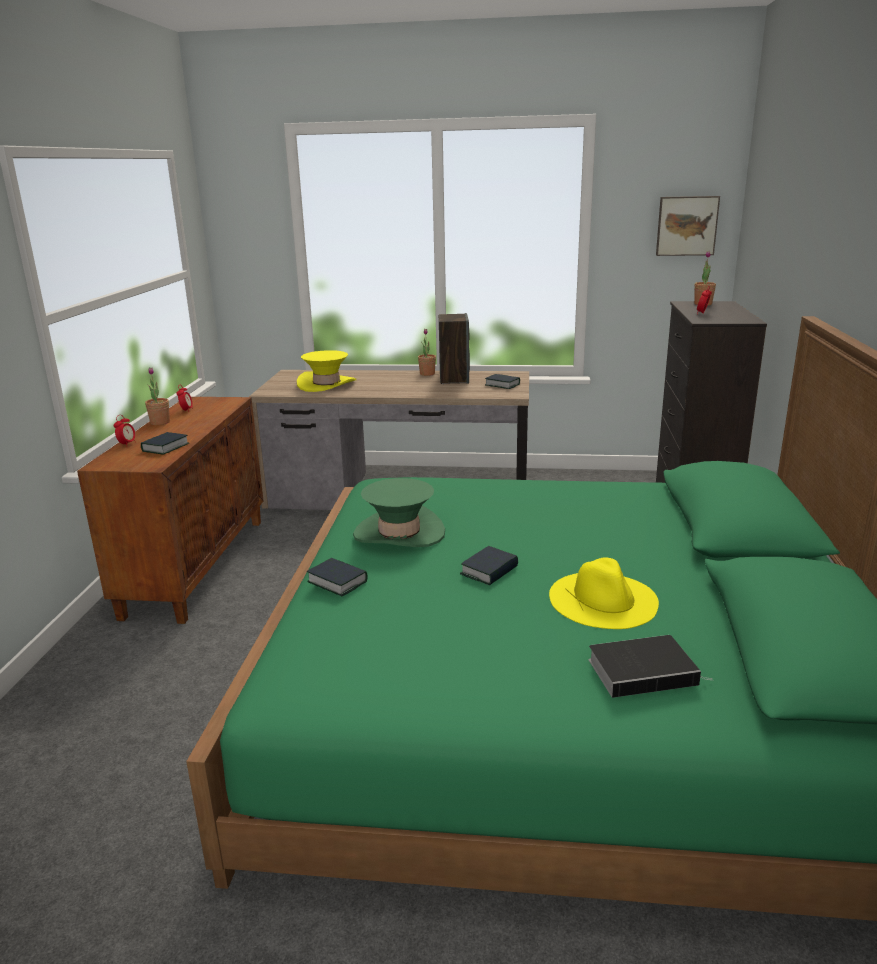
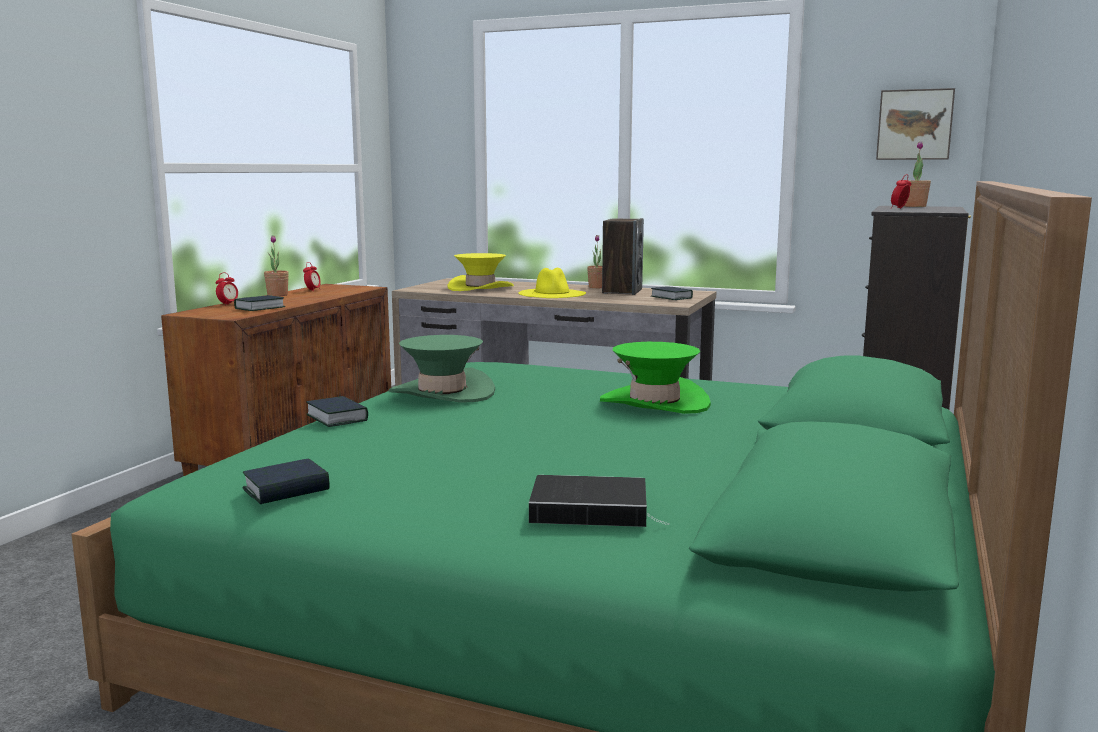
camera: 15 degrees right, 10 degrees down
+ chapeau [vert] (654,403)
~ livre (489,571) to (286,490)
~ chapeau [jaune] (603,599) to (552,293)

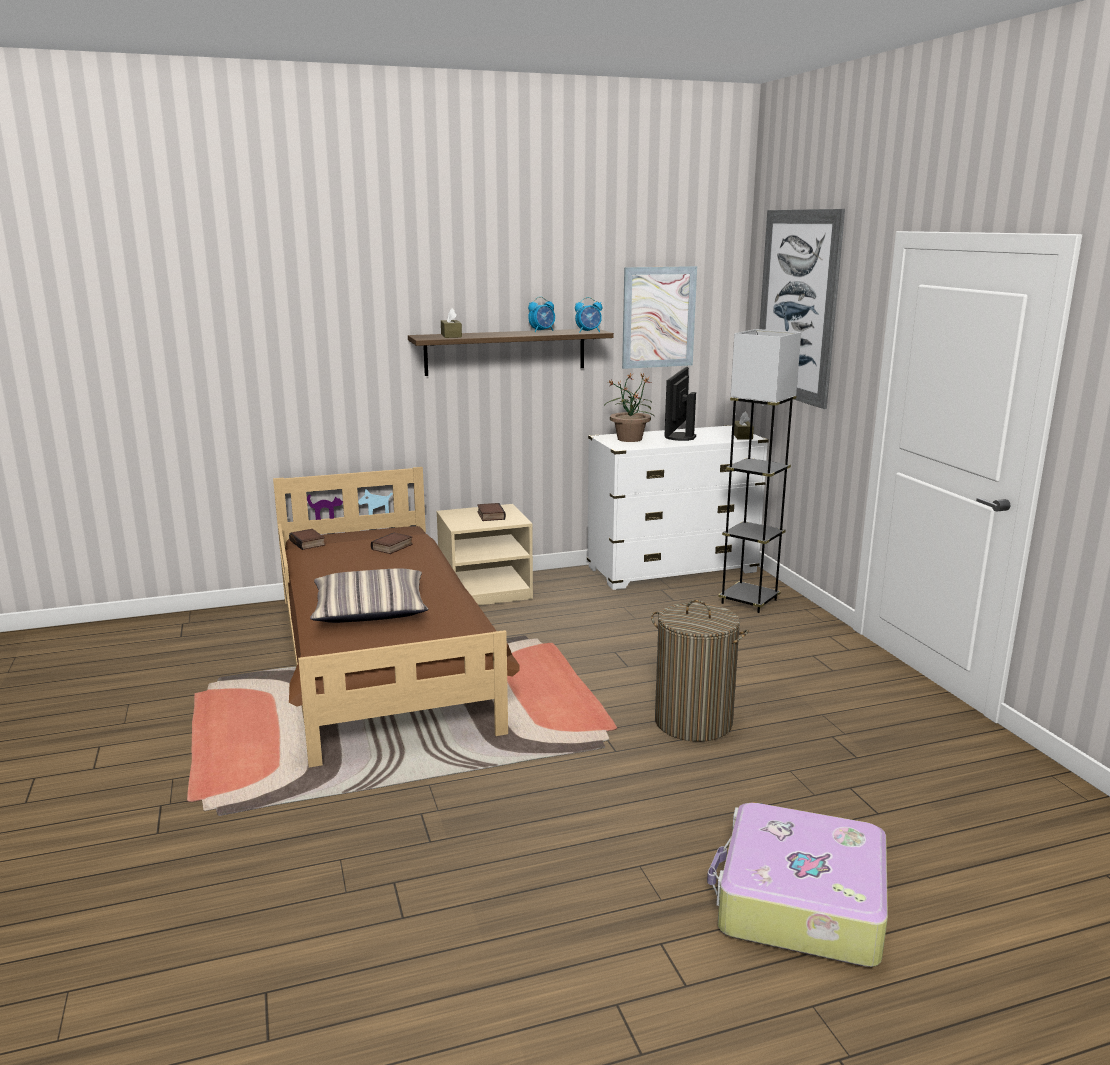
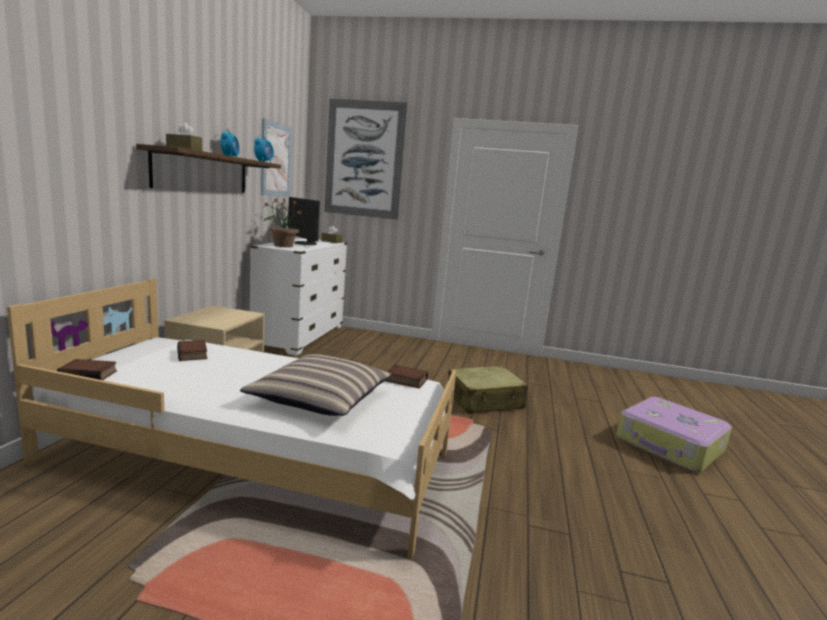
camera: 60 degrees left, 5 degrees down
- lampadaire [gris] (749,601)
~ livre (490,515) to (405,380)
~ panier à linge (693,722) to valise [beige] (485,400)
~ lit [marron] (382,659) to lit [blanc] (257,457)

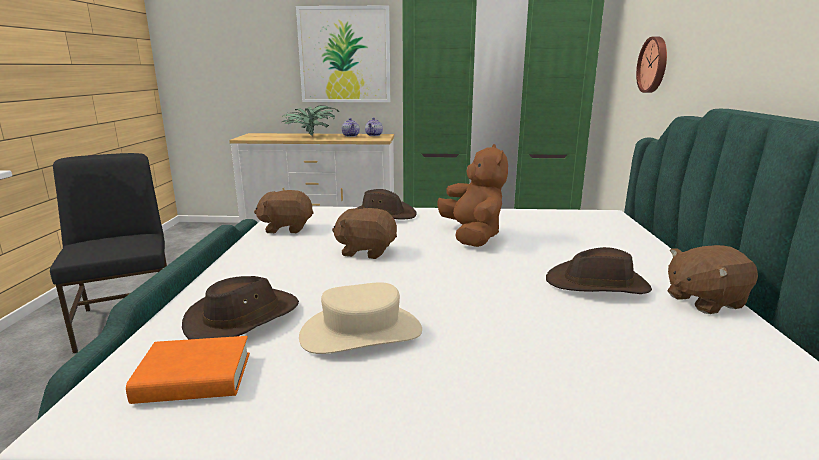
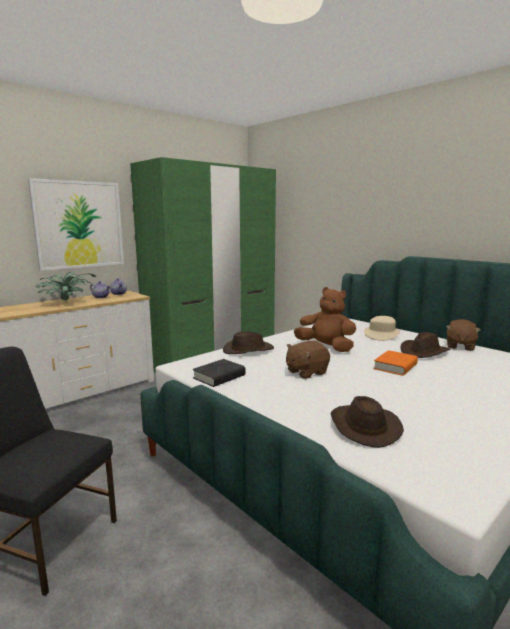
camera: 45 degrees left, 5 degrees down
- horloge murale (654,65)
~ livre [orange] (194,378) to (395,367)
~ chapeau [beige] (361,332) to (381,334)
~ peluche [marron] (286,228) to livre [noir] (219,377)

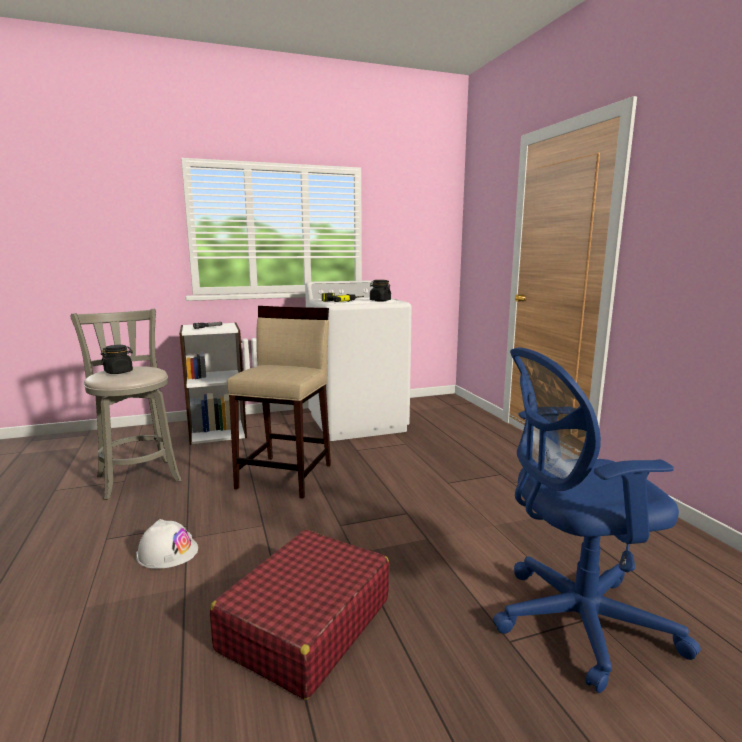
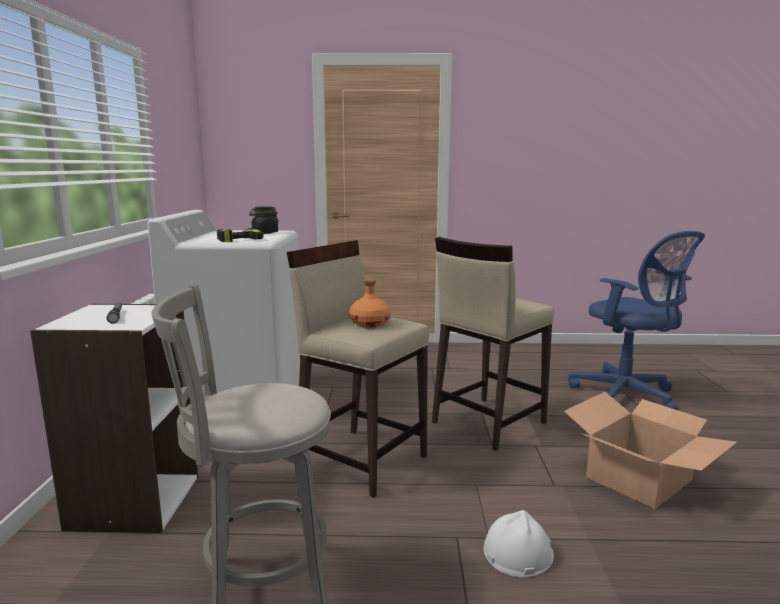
camera: 70 degrees left, 0 degrees up
- bocal [noir] (119,372)
+ bouteille [orange] (370,323)
+ tabouret [beige] (487,422)
~ valise [rouge] (305,624) to carton (640,479)
~ chaise de bureau [bleu] (574,622) = (627,395) 45 degrees counterclockwise

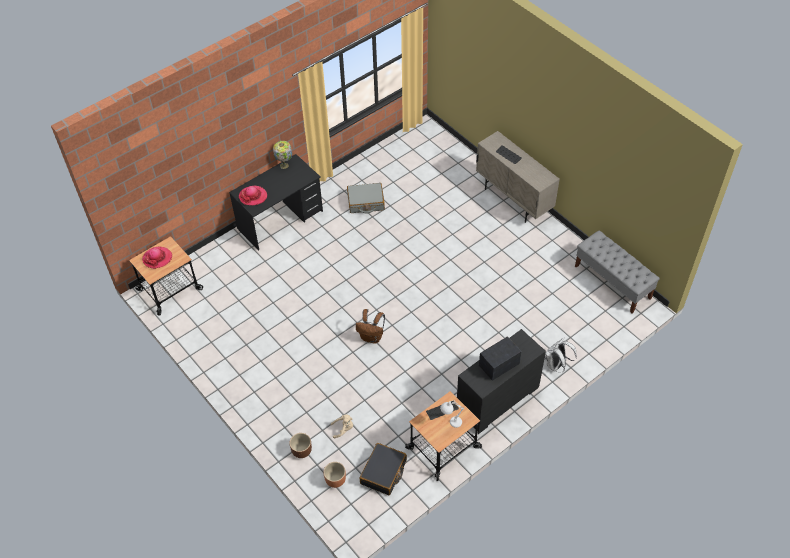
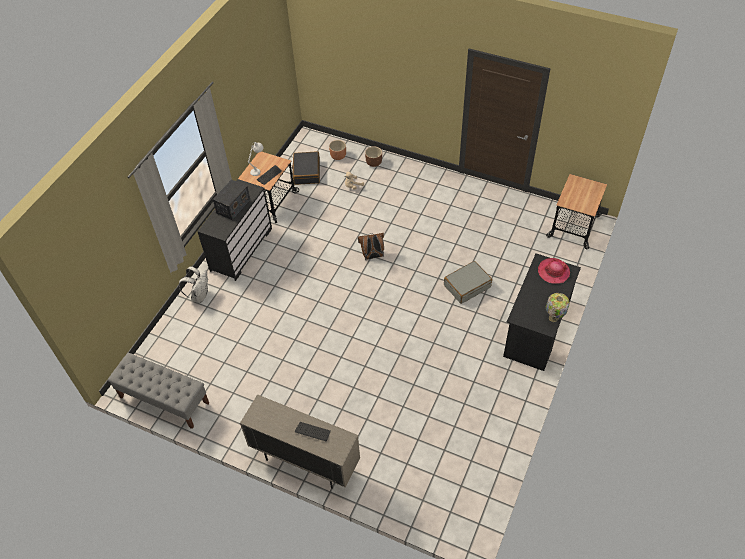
camera: 155 degrees right, 0 degrees up
- chapeau (157,258)
~ valise [gris] (366,202) to (467,286)

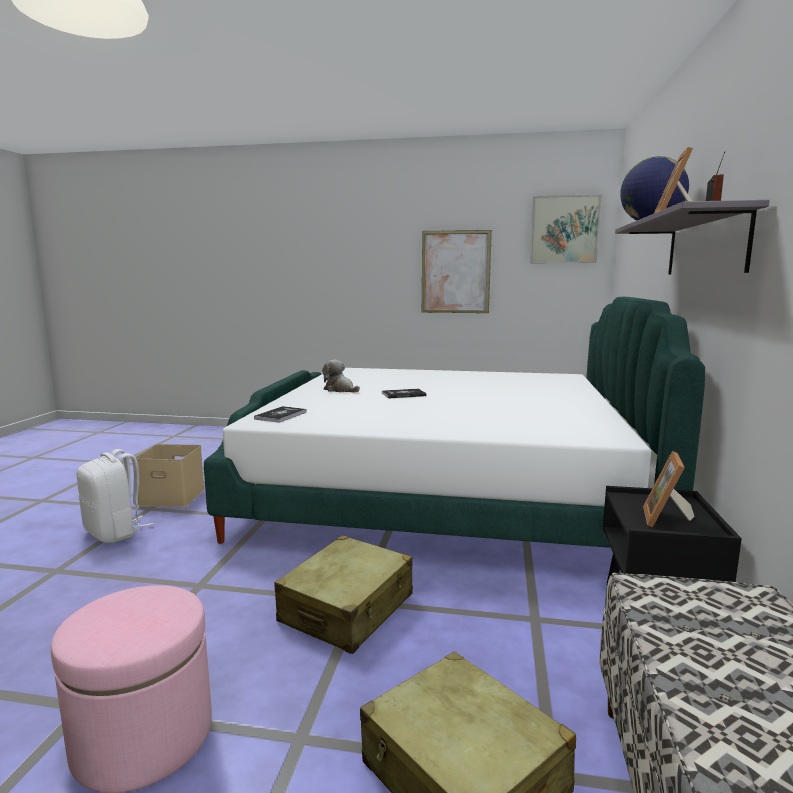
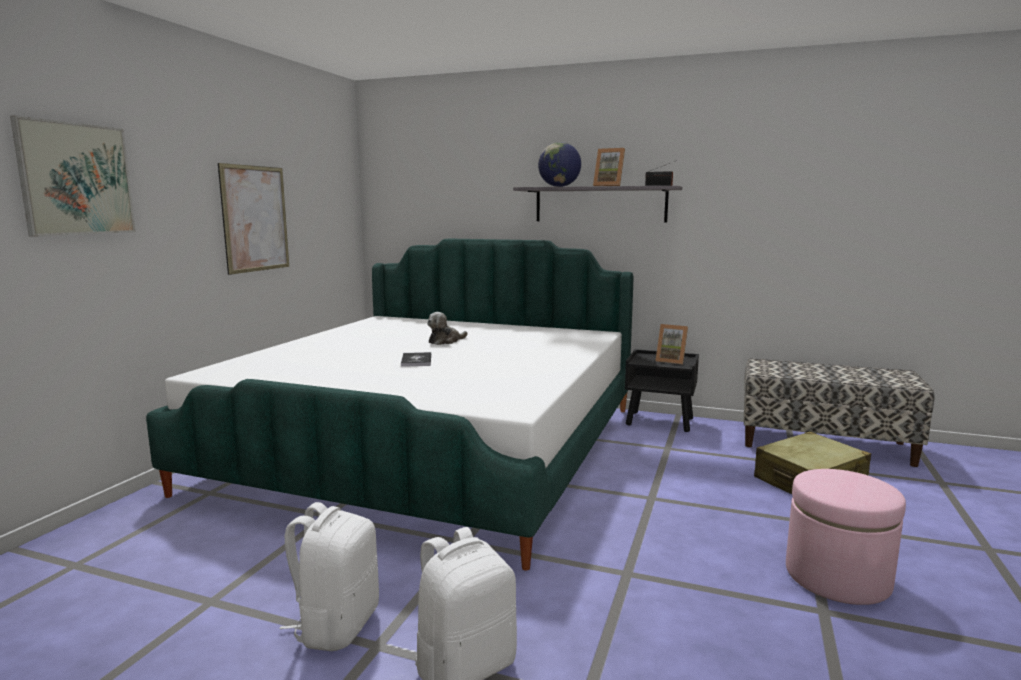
camera: 80 degrees left, 0 degrees up
- livre (281,415)
- valise [beige] (347,609)
~ peluche (340,390) to (445,341)
~ tableau (564,229) to (76,179)
~ boîte de rangement [beige] (174,496) to sac à dos [blanc] (336,625)

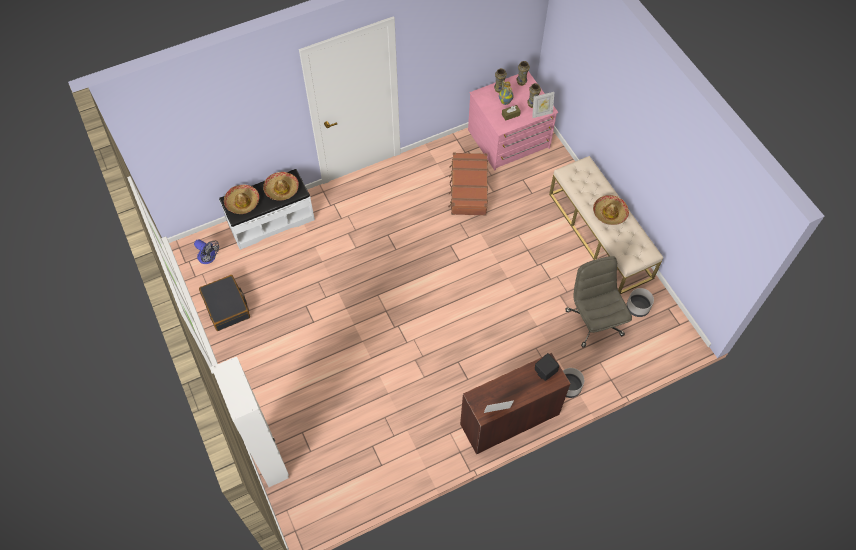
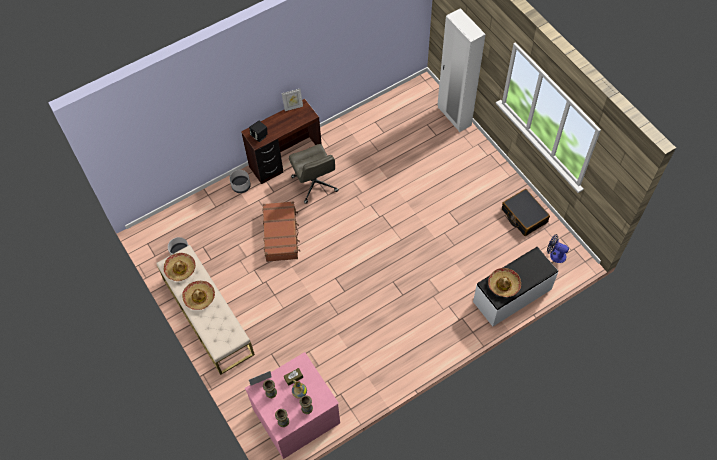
camera: 175 degrees right, 0 degrees up
~ chapeau (242,202) to (180,269)
~ valise [marron] (468,189) to (281,235)
~ chaise de bureau [gris] (593,322) to (315,184)

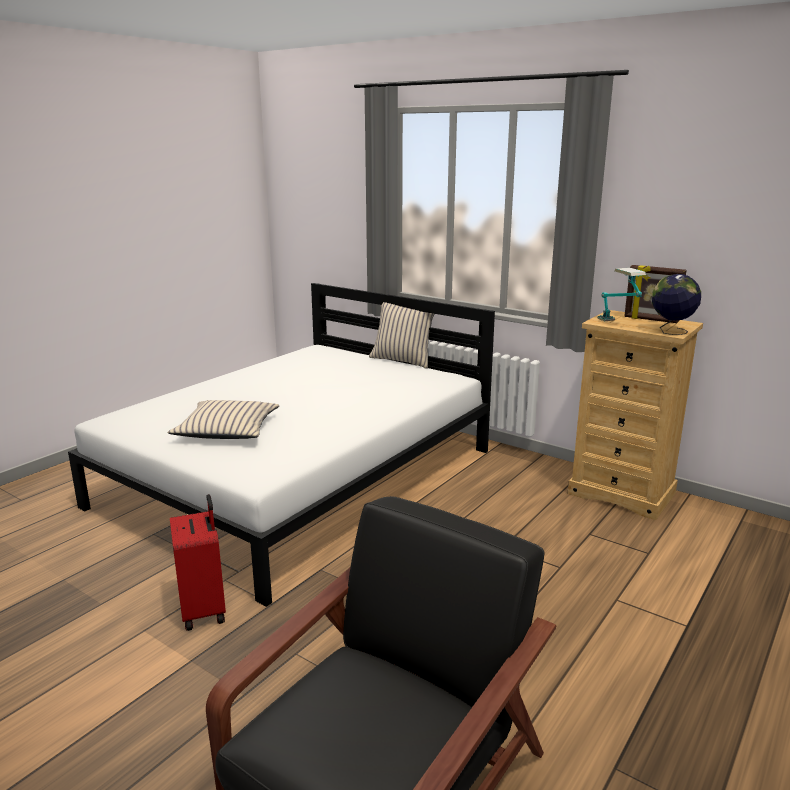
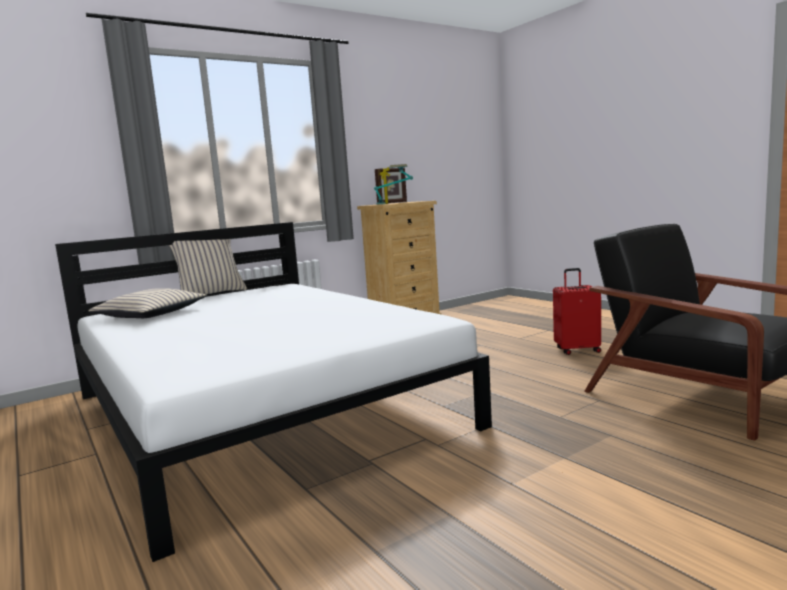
camera: 70 degrees left, 10 degrees down
- globe (671,332)
~ coussin [beige] (227,430) to (150,314)
~ valise [rouge] (204,610) to (577,350)

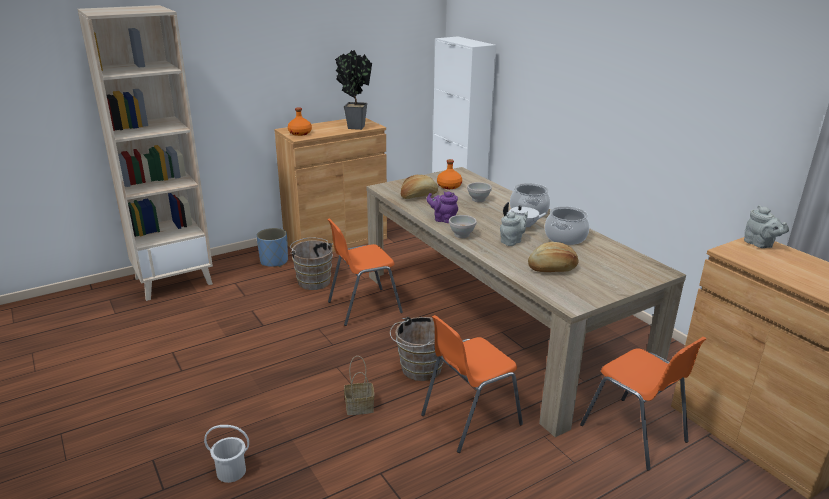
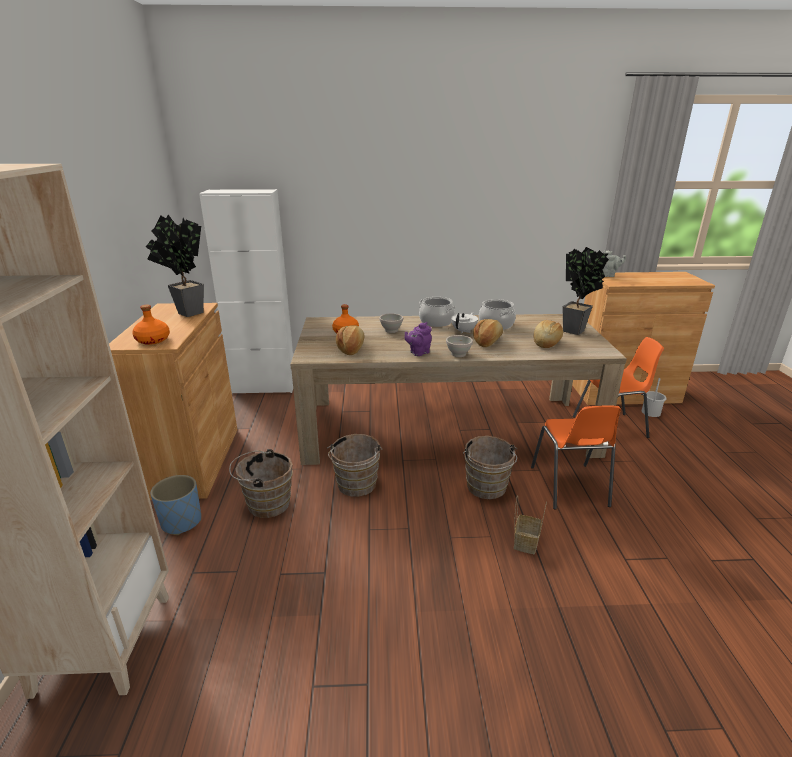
camera: 60 degrees left, 0 degrees up
+ plante en pot (576,332)
~ seau [blanc] (231,472) to (651,412)
~ chaise [orange] (363,307) to seau [marron] (356,486)
~ théière [gris] (512,241) to pain (487,341)

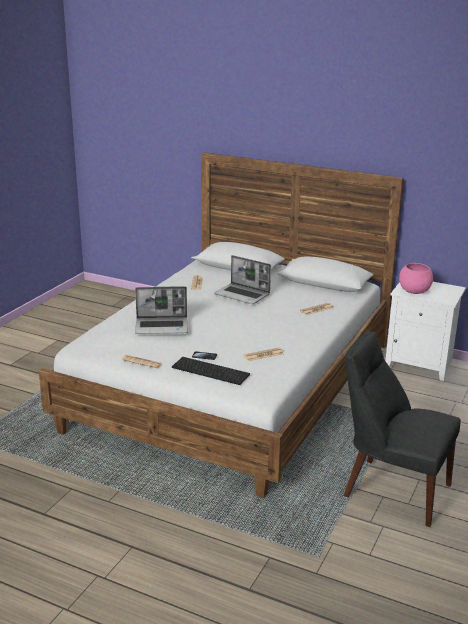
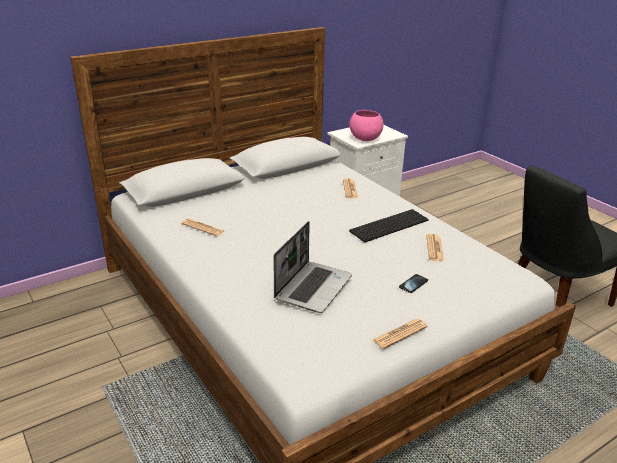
camera: 60 degrees left, 5 degrees up
- ordinateur portable (243,295)
~ clavier (211,370) to (389,225)

